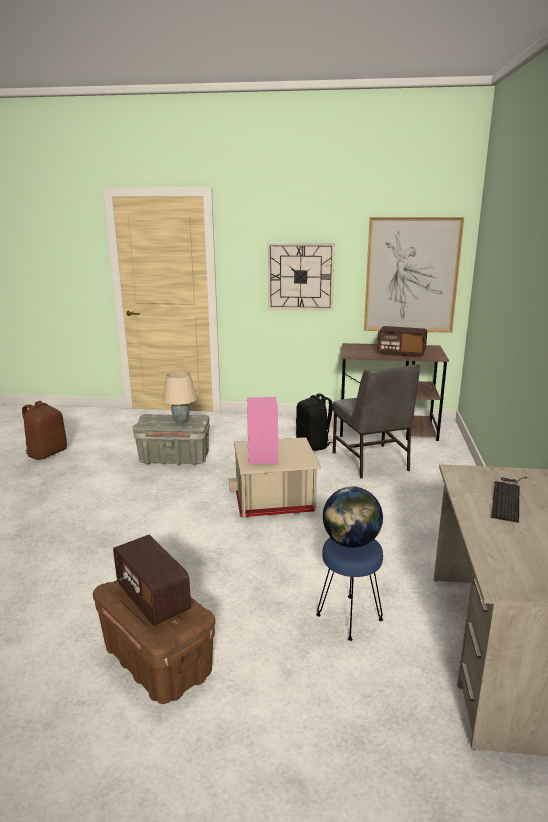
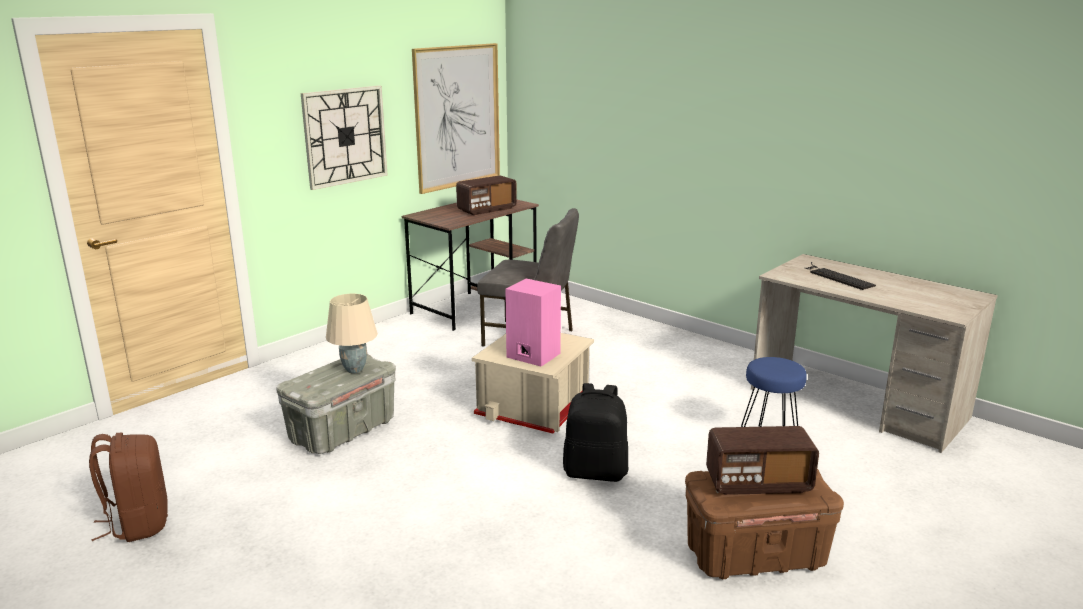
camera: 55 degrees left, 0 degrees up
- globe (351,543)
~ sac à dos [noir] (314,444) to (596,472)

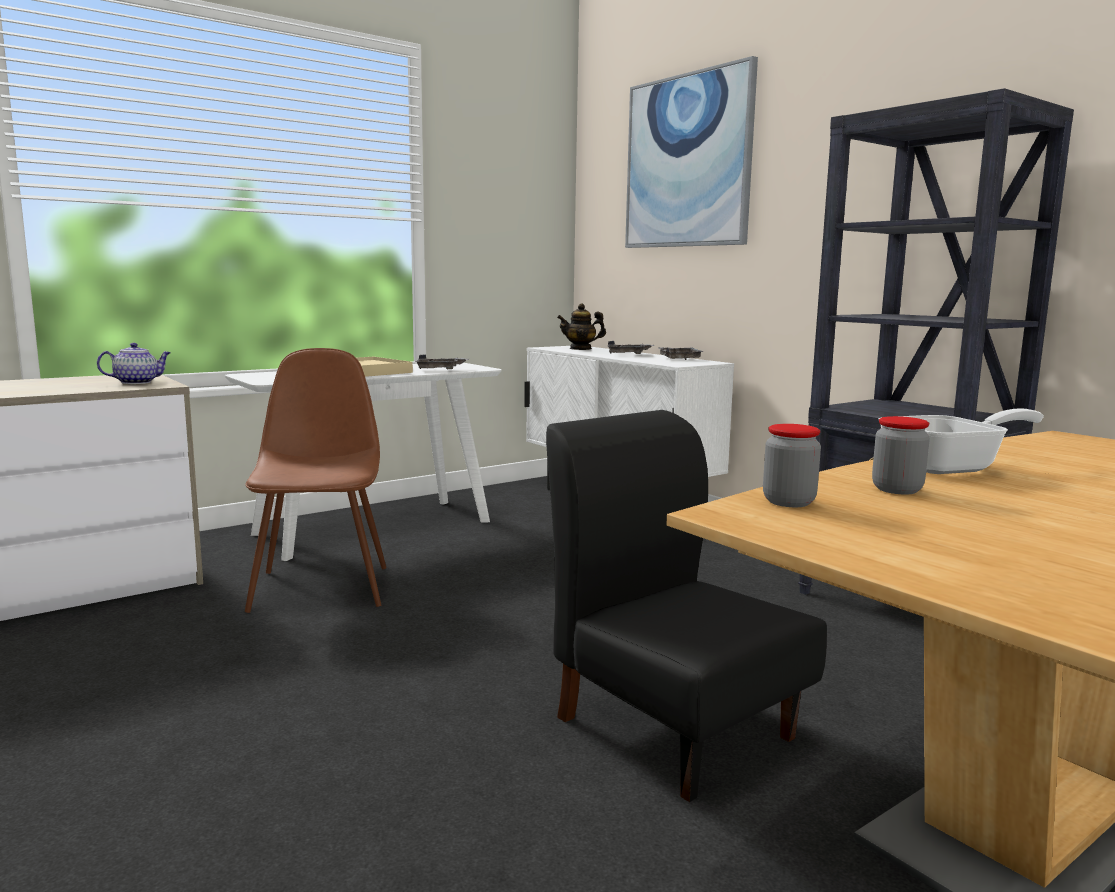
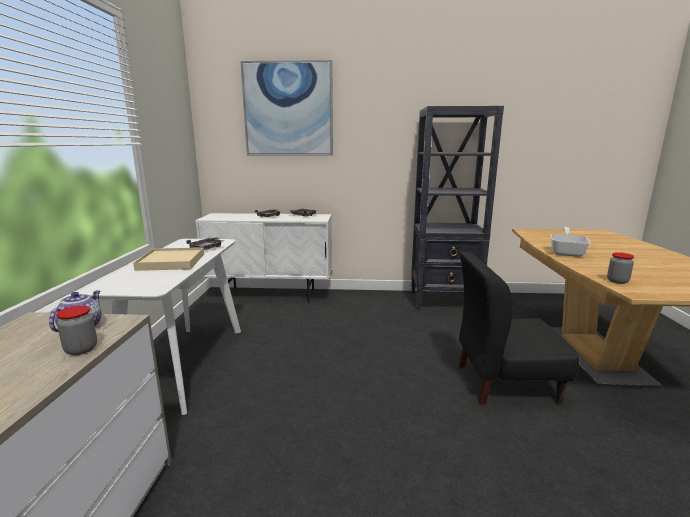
camera: 50 degrees left, 5 degrees up
- chaise [marron] (321,587)
- théière (580,349)
~ bocal (897,489) to (81,349)

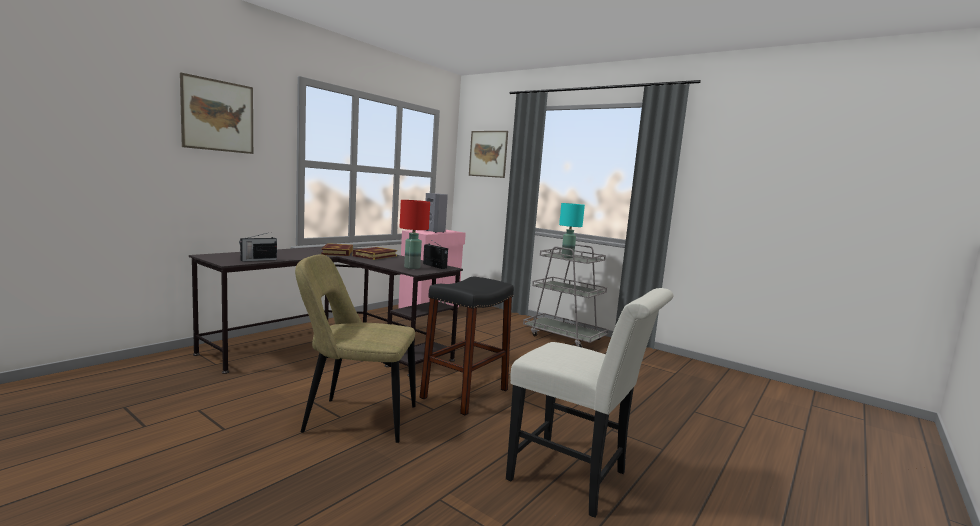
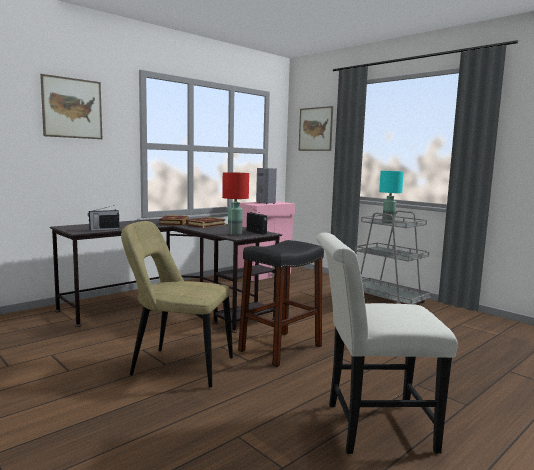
camera: 10 degrees right, 0 degrees up
~ chaise [blanc] (576,479) = (370,427) 135 degrees clockwise

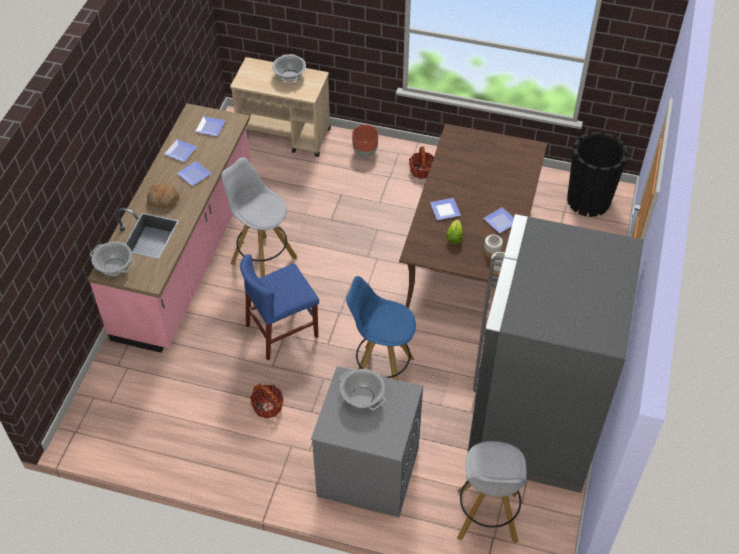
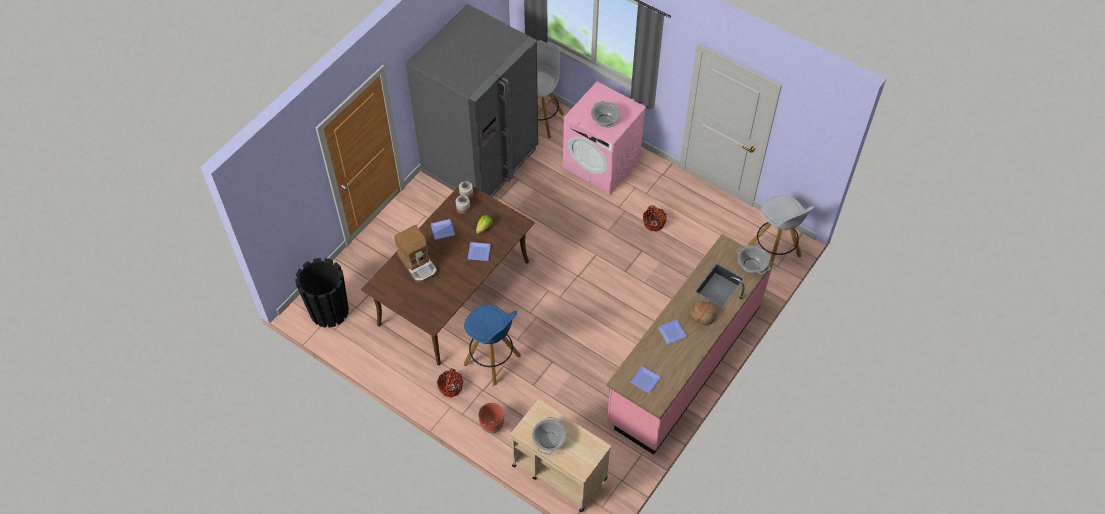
camera: 160 degrees left, 5 degrees up
- assiette (179,152)
- chaise [bleu] (282,331)
+ machine à café (418,264)
~ tabouret [blanc] (262,260) to (774,252)
~ tabouret [bleu] (381,372) to (493,361)
~ lave-linge [gris] (367,472) to lave-linge [rose] (602,164)

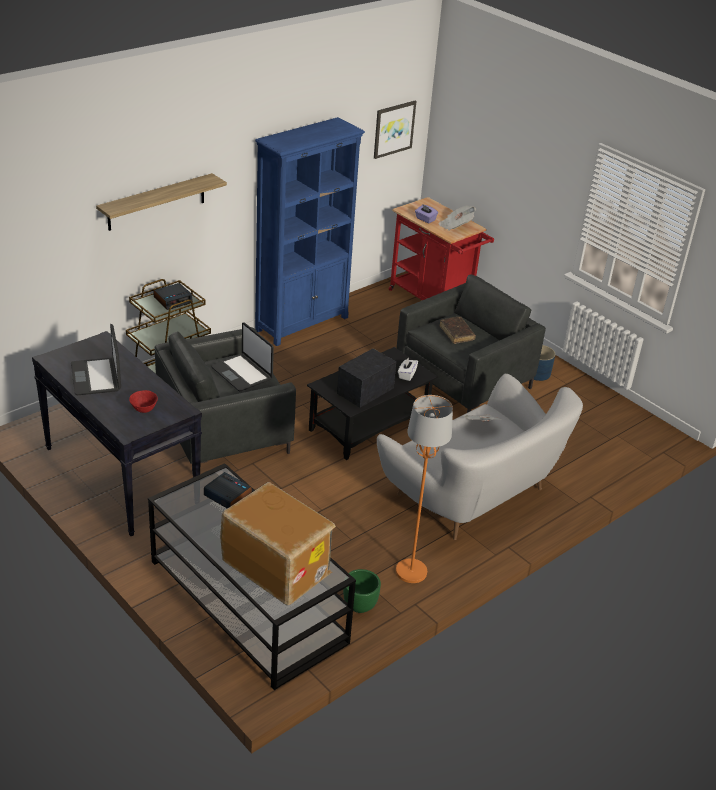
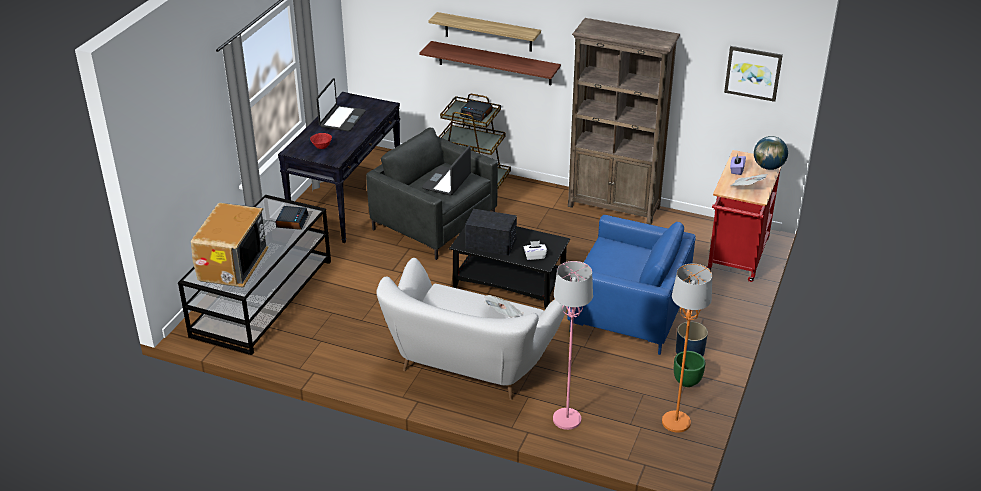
camera: 65 degrees right, 0 degrees up
- livre [marron] (456,333)
+ étagère (494,63)
+ lampadaire [rose] (566,419)
+ globe (768,167)
~ cache-pot [vert] (359,606) to (686,381)
~ lampadaire [orange] (411,572) to (675,422)
~ bibliothèque [bleu] (302,323) to bibliothèque [marron] (614,207)
~ fauteuil [gris] (464,380) to fauteuil [bleu] (629,312)
~ ordinateur portable (96,377) = (341,119) 150 degrees clockwise

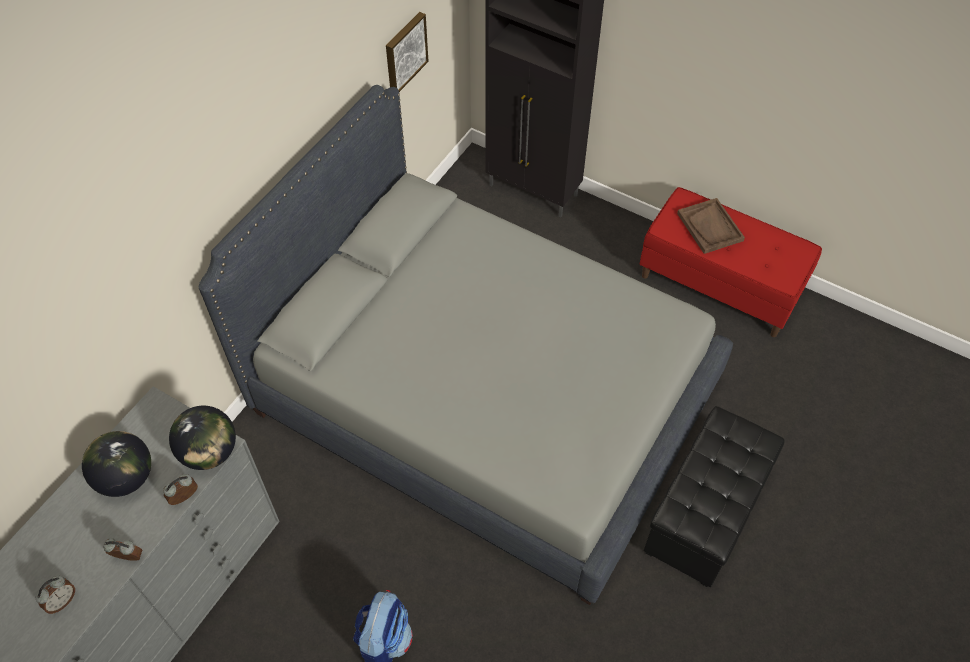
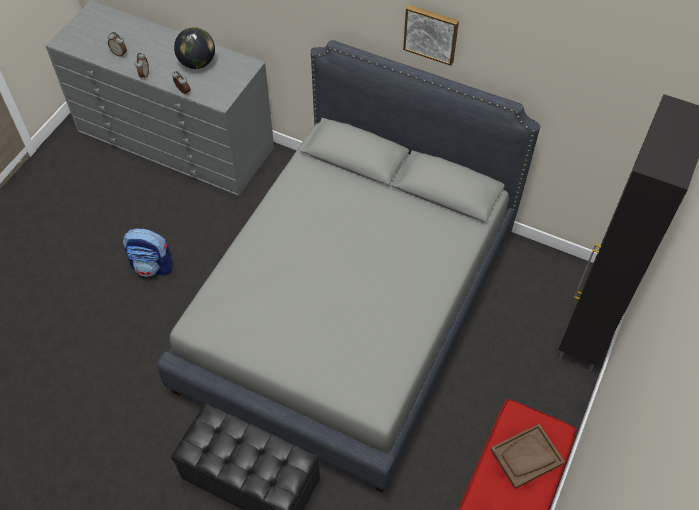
camera: 85 degrees right, 0 degrees up
- globe (210,452)
~ tableau (404,52) to (431,33)

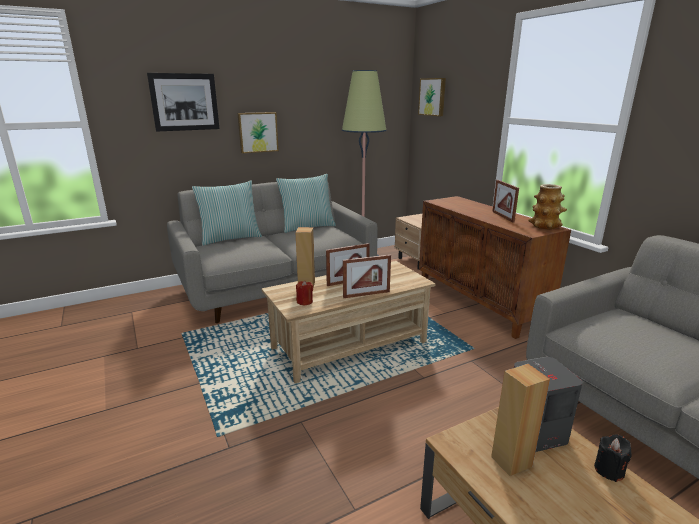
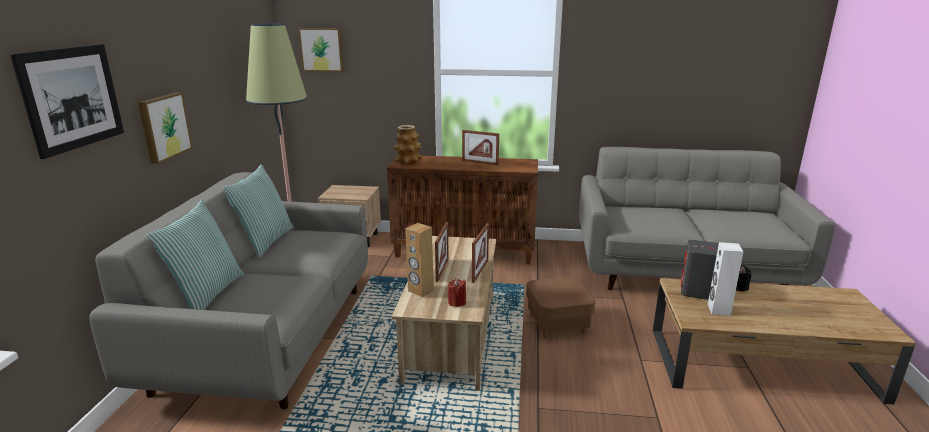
camera: 55 degrees left, 0 degrees up
+ pouf [marron] (557,324)
~ vase (545,226) to (408,162)
~ enceinte [marron] (511,461) to enceinte [blanc] (718,310)

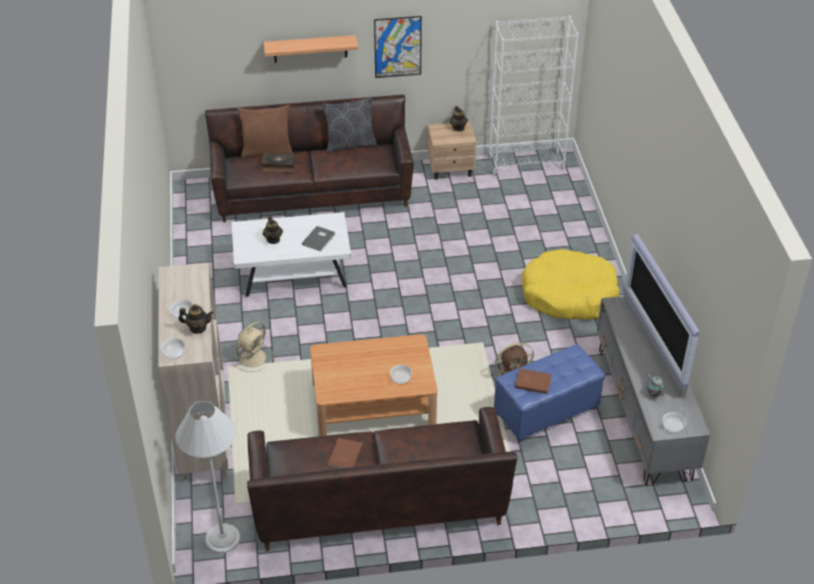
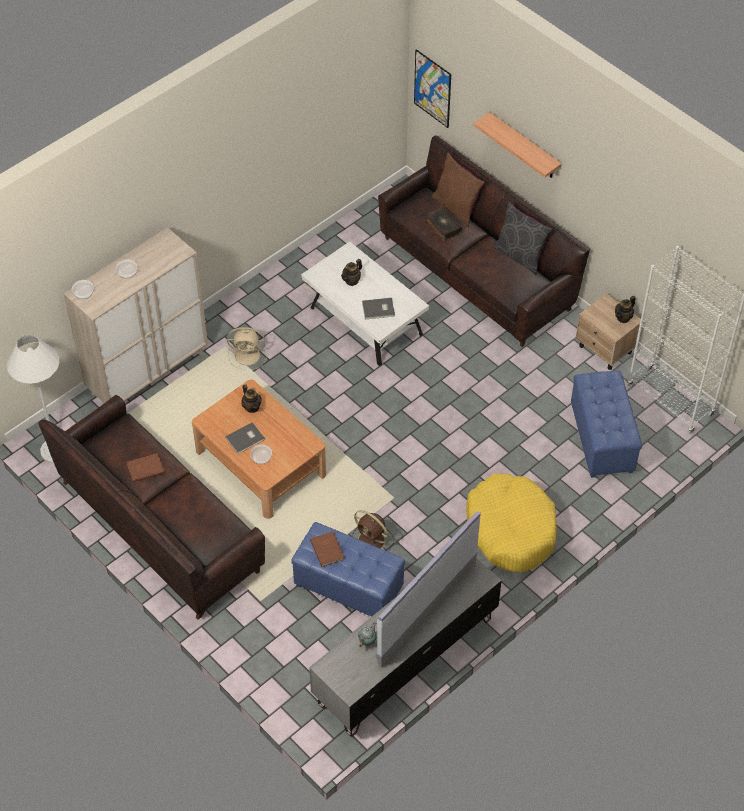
camera: 55 degrees right, 10 degrees up
- bol (673,426)
+ livre [gris] (246,439)
+ pouf [bleu] (602,439)
~ théière (198,328) to (252,407)
~ tableau (397,47) to (432,88)

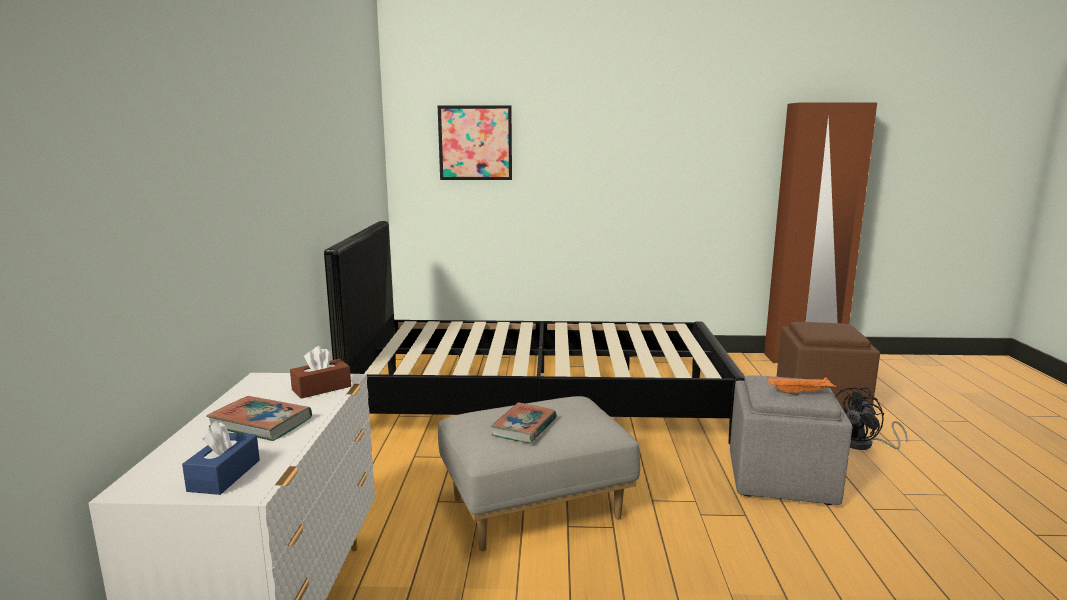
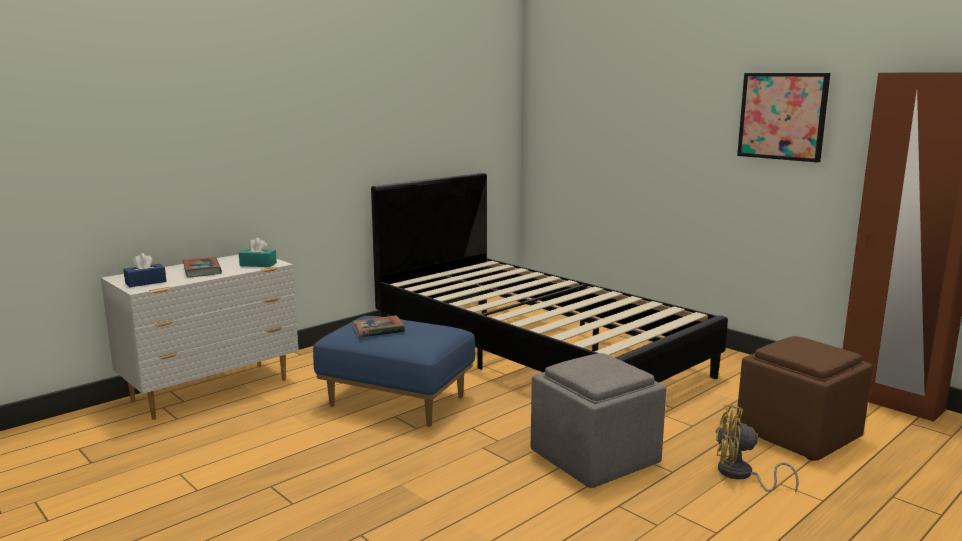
camera: 45 degrees right, 0 degrees up
- plateau [orange] (800,393)
~ tableau (475,143) to (782,116)
~ boîte à mouchoirs [marron] (321,388) to boîte à mouchoirs [turquoise] (258,264)
~ pouf [gris] (536,508) to pouf [bleu] (398,401)
~ ventilateur [noir] (863,444) to ventilateur [jaune] (741,475)

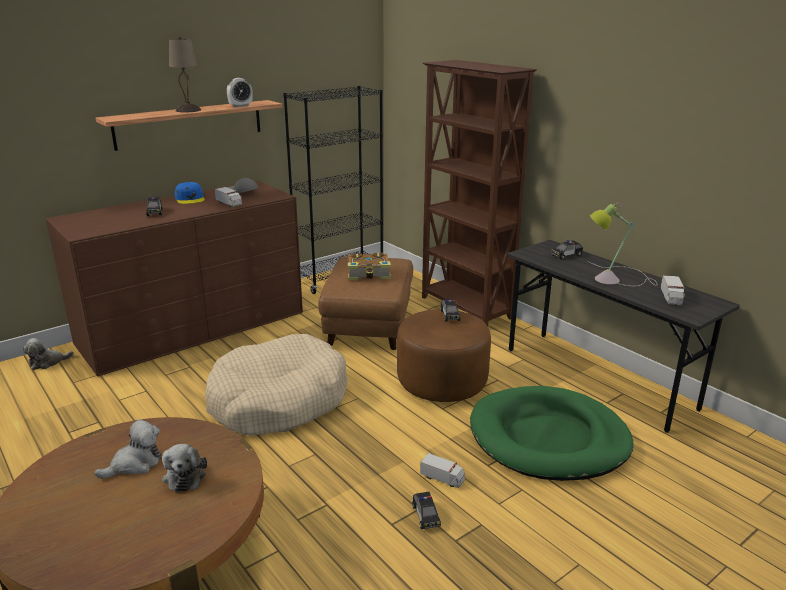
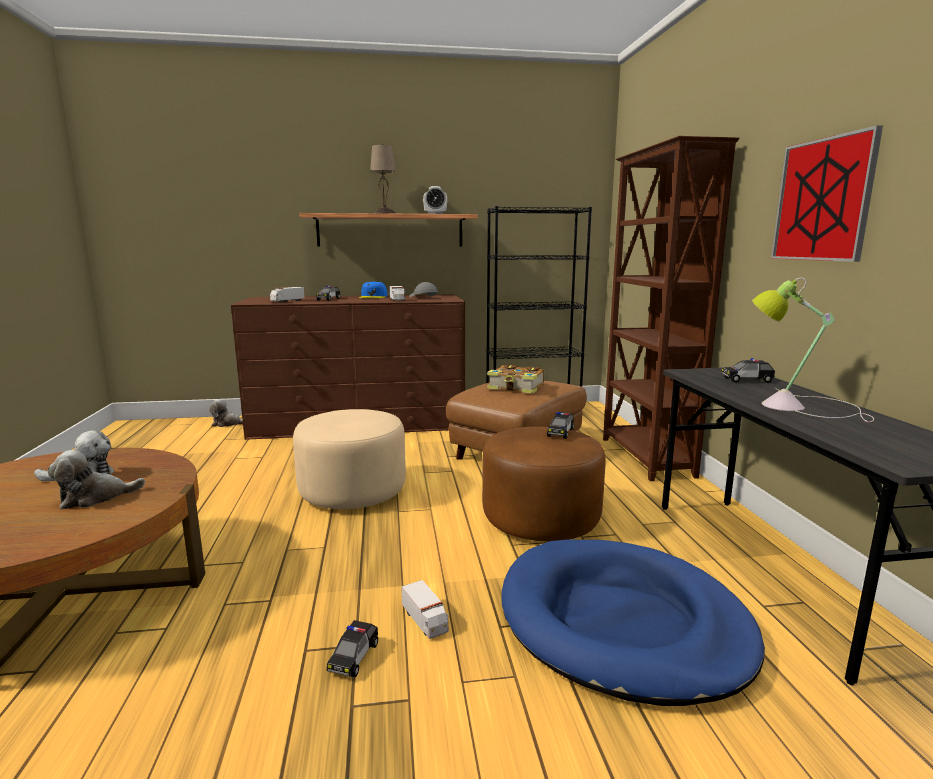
camera: 30 degrees right, 10 degrees down
+ tableau (822,200)
~ camion jouet (671,298) to (287,301)
~ panier pour chien [beige] (278,400) to pouf [beige] (353,491)
~ panier pour chien [vert] (548,438) to panier pour chien [bleu] (622,623)
~ peluche (185,475) = (95,497) 45 degrees clockwise

